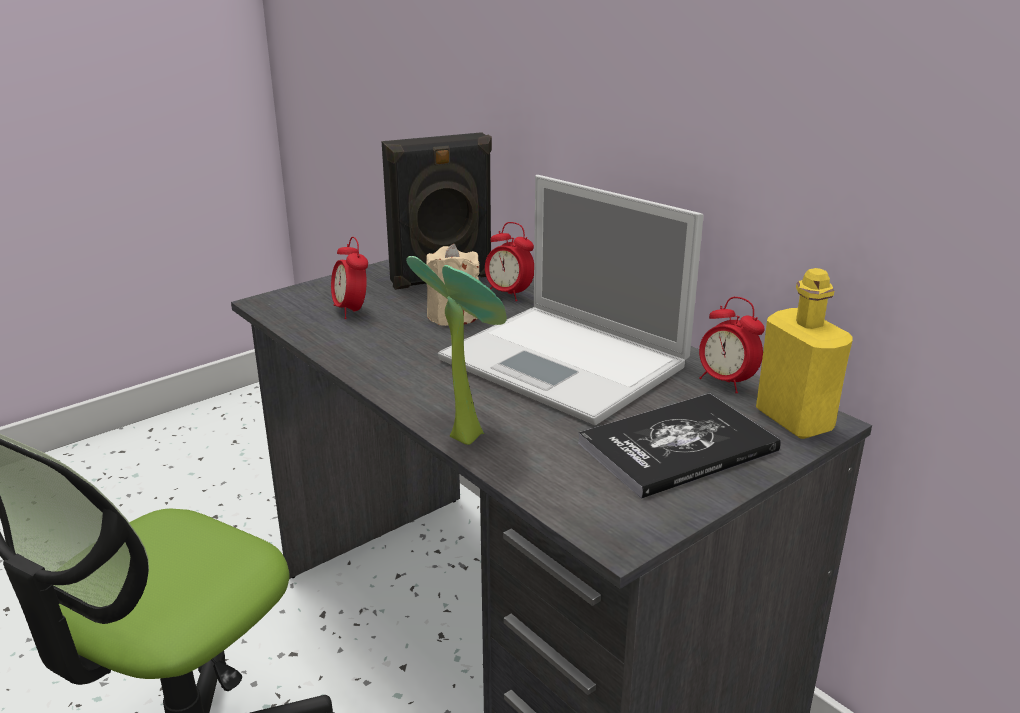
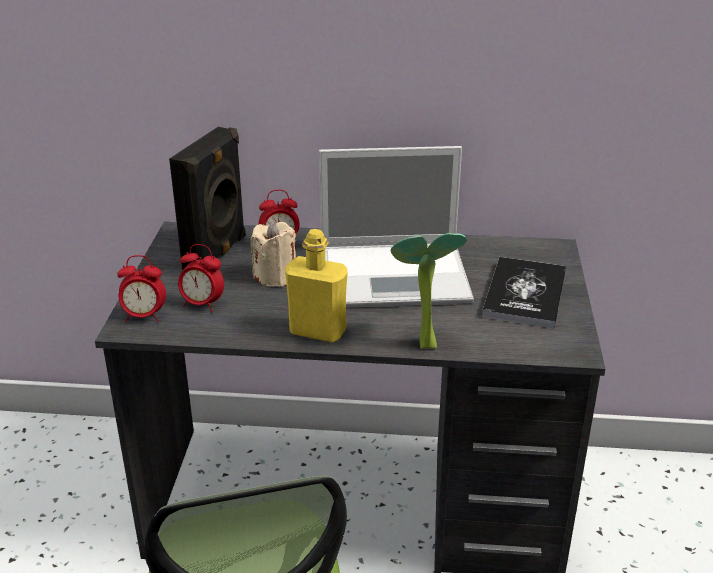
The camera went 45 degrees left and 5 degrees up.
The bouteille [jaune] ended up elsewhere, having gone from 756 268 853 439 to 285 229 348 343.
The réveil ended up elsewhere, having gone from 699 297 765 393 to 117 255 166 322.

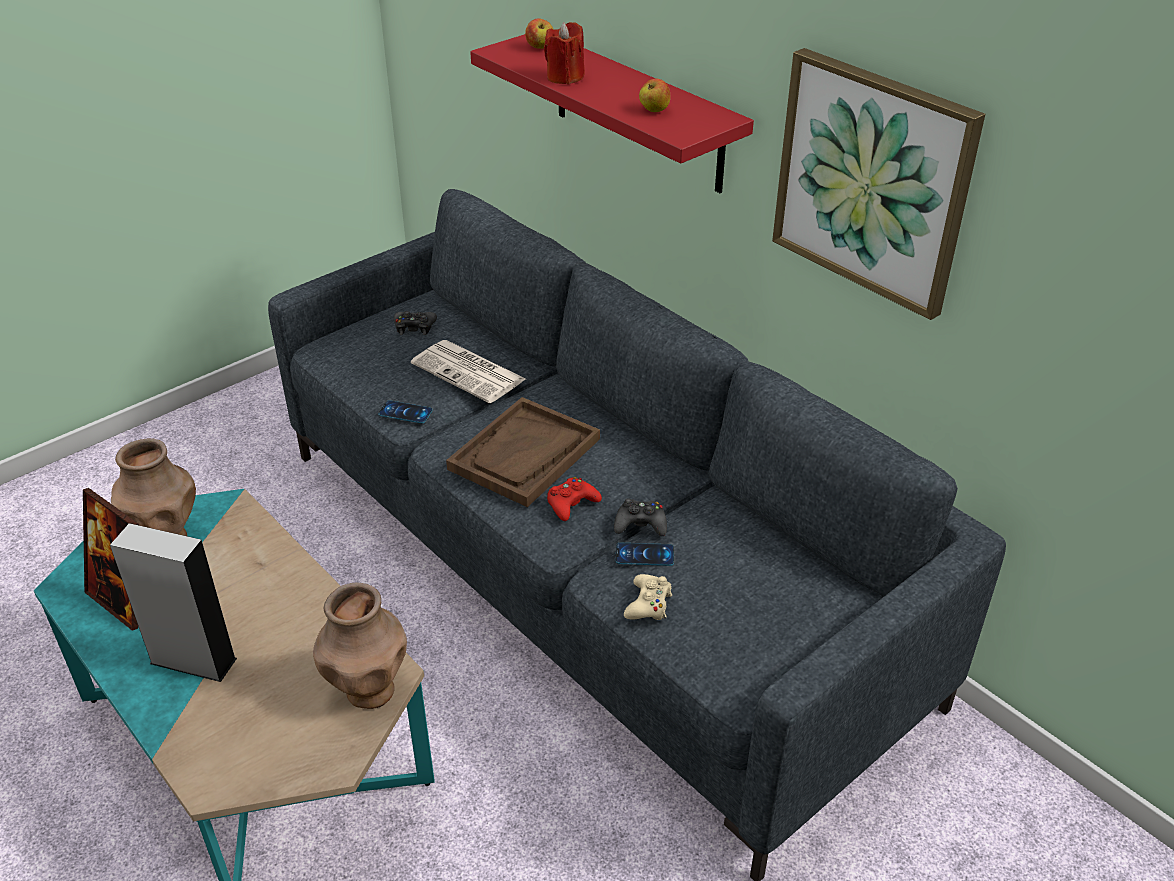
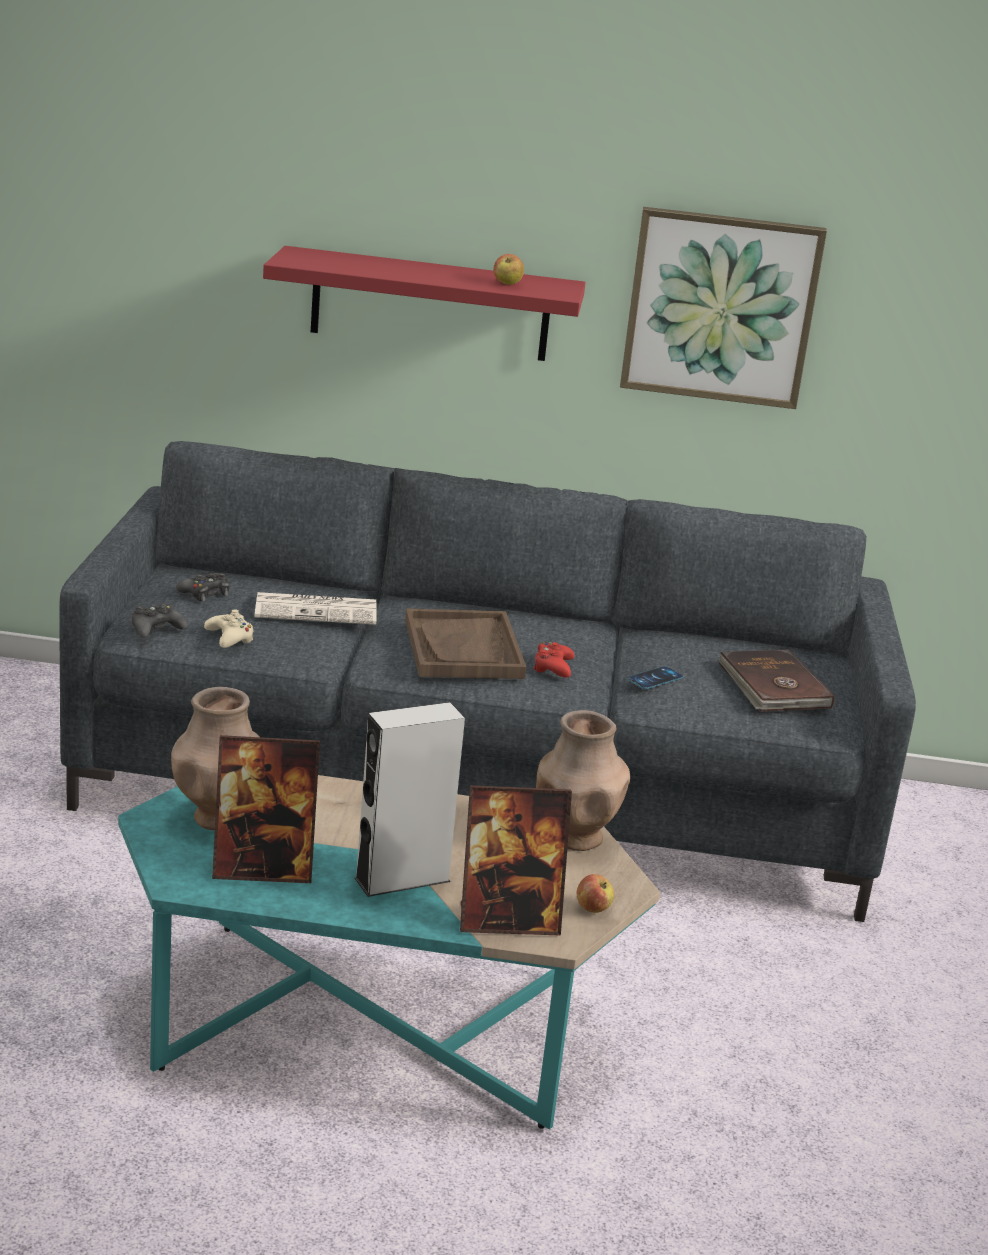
The camera went 45 degrees left and 15 degrees down.
The pomme ended up elsewhere, having gone from 525 18 554 49 to 577 874 614 913.
The second view lost the bougie [rouge] at 544 22 585 85.
The second view lost the téléphone at 378 400 432 423.
The manette [noir] ended up elsewhere, having gone from 614 498 667 536 to 132 604 188 638.
The manette [beige] ended up elsewhere, having gone from 624 574 672 620 to 204 609 254 648.
The second view gained the livre [marron] at 718 649 834 711.
The second view gained the cadre photo at 460 785 572 936.

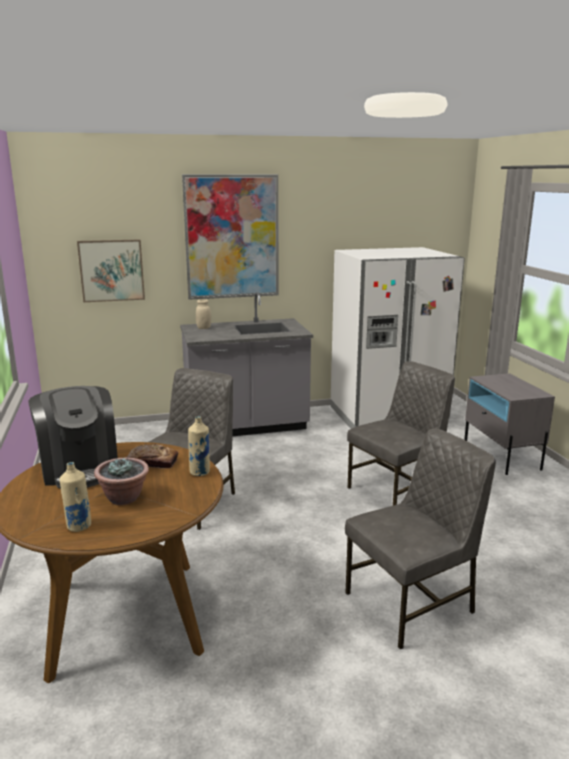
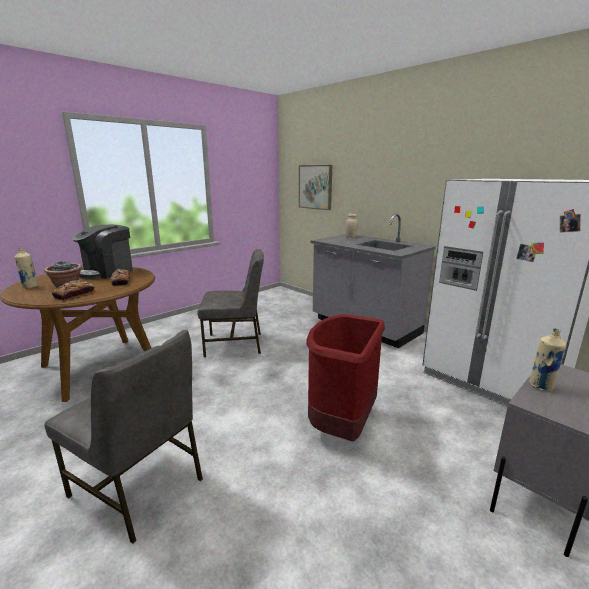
The camera went 60 degrees right and 0 degrees up.
The second view lost the tableau at 182 174 279 300.
Where the chaise [gris] stood at 347 361 455 506, the poubelle [rouge] came to stand at 306 314 385 442.
The bouteille [beige] ended up elsewhere, having gone from 188 416 210 476 to 529 328 566 391.
The second view gained the pain at 52 280 94 300.

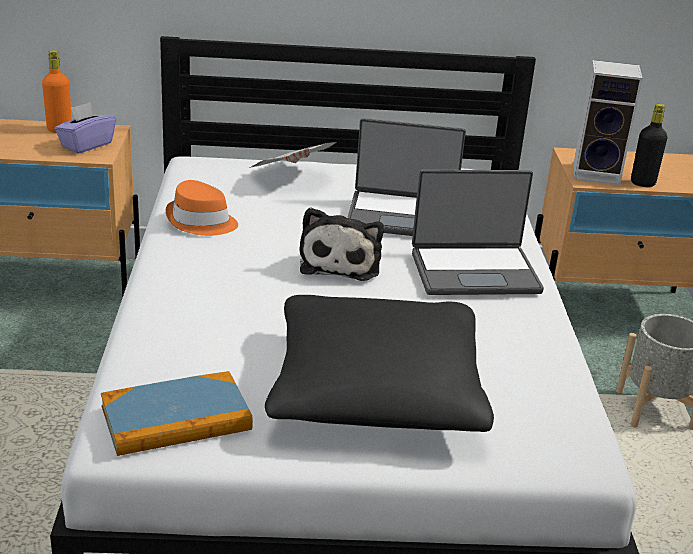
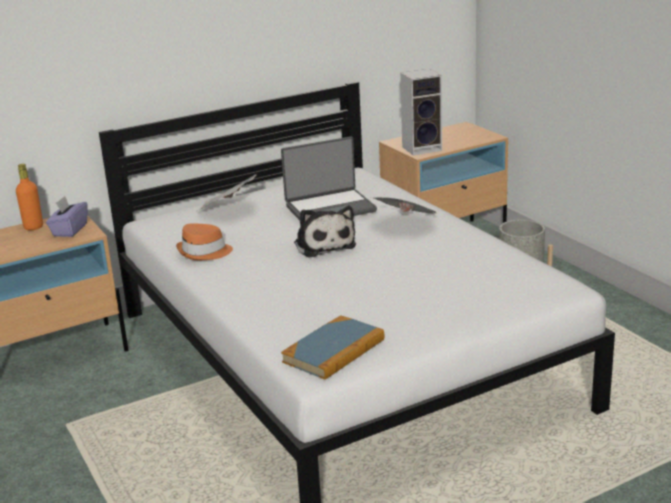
The camera went 25 degrees left and 5 degrees down.
The second view lost the bouteille [noir] at 631 104 667 187.
Where the ordinateur portable stood at 412 169 544 295, the journal came to stand at 374 197 437 214.
The second view lost the coussin [noir] at 265 295 494 432.

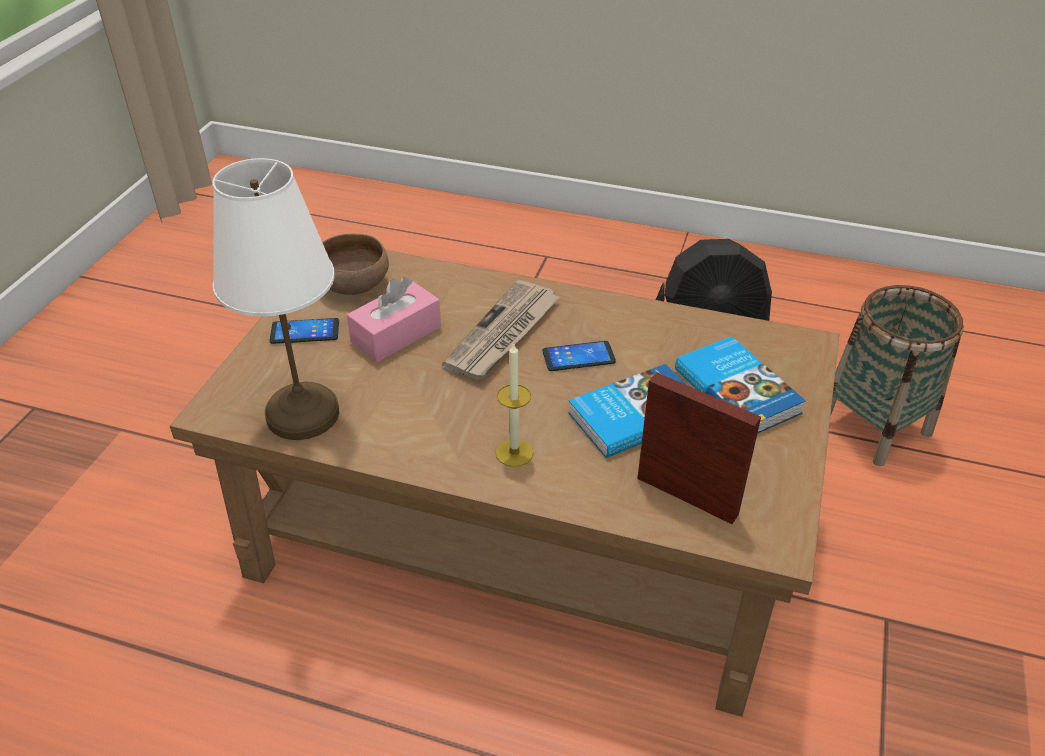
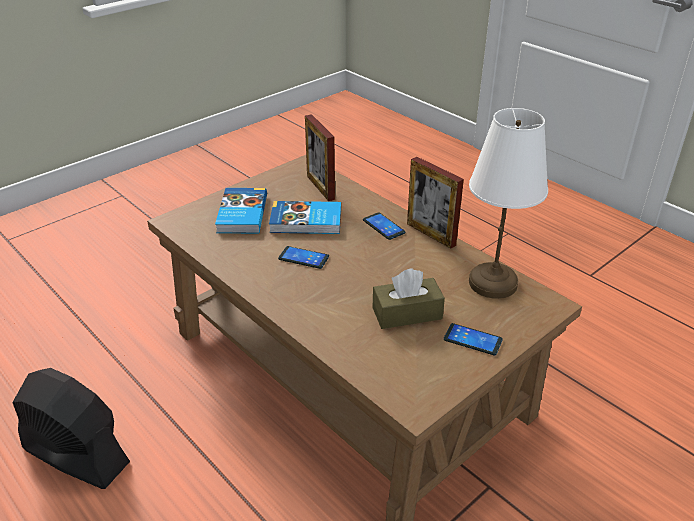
The camera went 150 degrees left and 5 degrees down.
The second view lost the bol [marron] at 322 234 389 295.
What was the boîte à mouchoirs [rose] at 347 277 441 362 turned into the boîte à mouchoirs [marron] at 373 268 445 329.
The second view lost the journal at 442 280 560 380.
The second view lost the panier at 831 285 964 466.
Where the bougie stood at 495 342 534 467, the téléphone came to stand at 363 212 406 240.
The second view gained the cadre photo at 407 157 464 249.

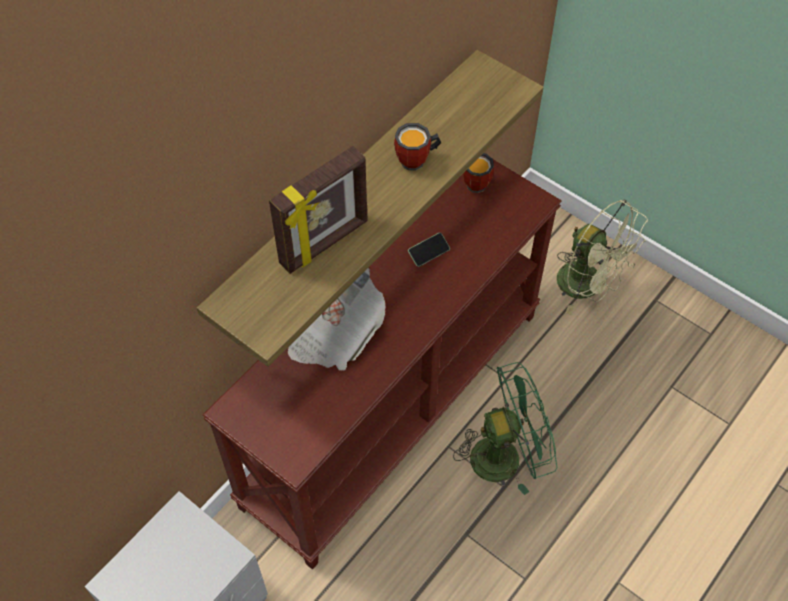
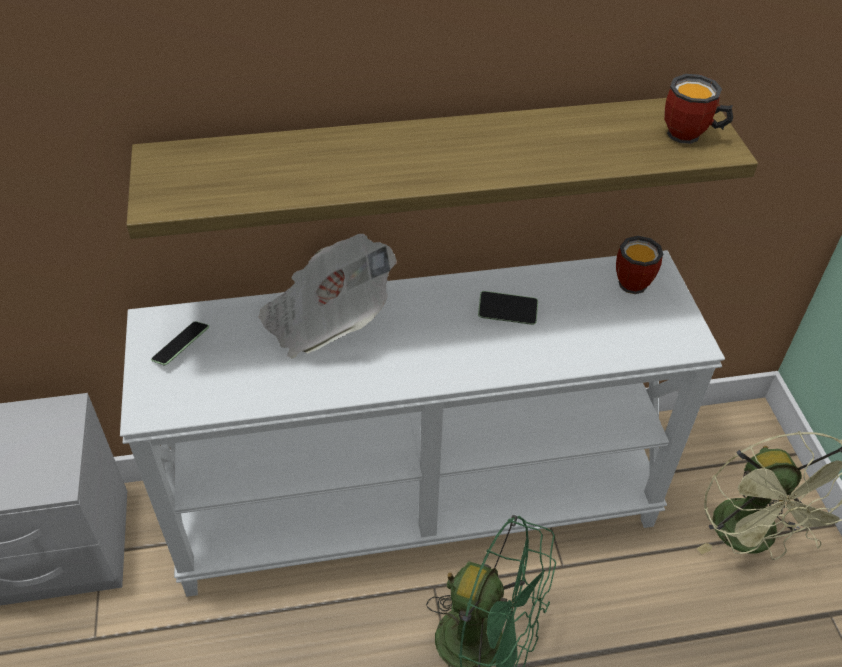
The camera went 40 degrees right and 10 degrees down.
The mug ended up elsewhere, having gone from 394 123 441 171 to 664 74 733 144.
The second view lost the cadre photo at 269 146 368 274.
What was the table console [marron] at 203 160 562 570 turned into the table console [blanc] at 120 250 725 597.
The second view gained the téléphone at 151 321 209 365.

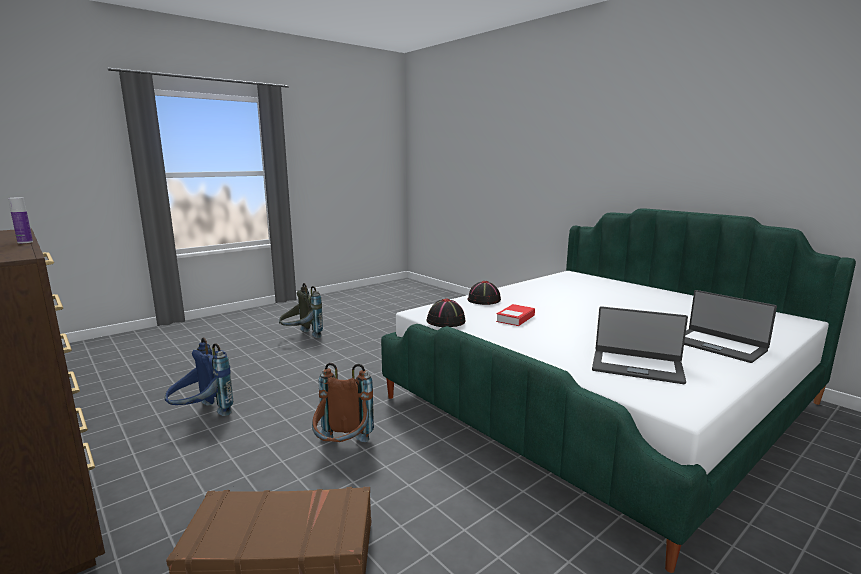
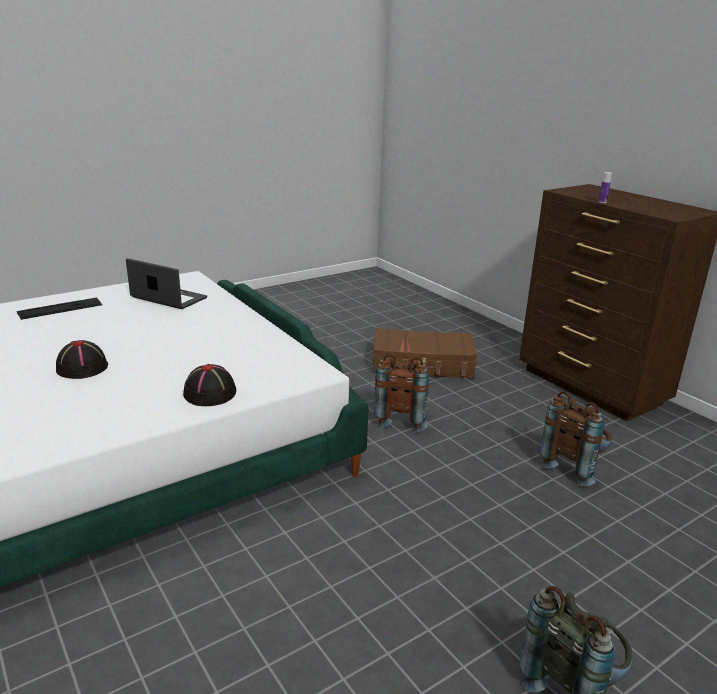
The camera went 175 degrees left and 10 degrees up.
Where the ordinateur portable stood at 684 290 777 363, the clavier came to stand at 17 297 102 320.
The chapeau [noir] ended up elsewhere, having gone from 426 299 466 327 to 56 340 108 379.
The second view lost the livre at 496 304 535 326.
What was the sac à dos [bleu] at 164 338 233 416 turned into the sac à dos [marron] at 540 391 612 486.

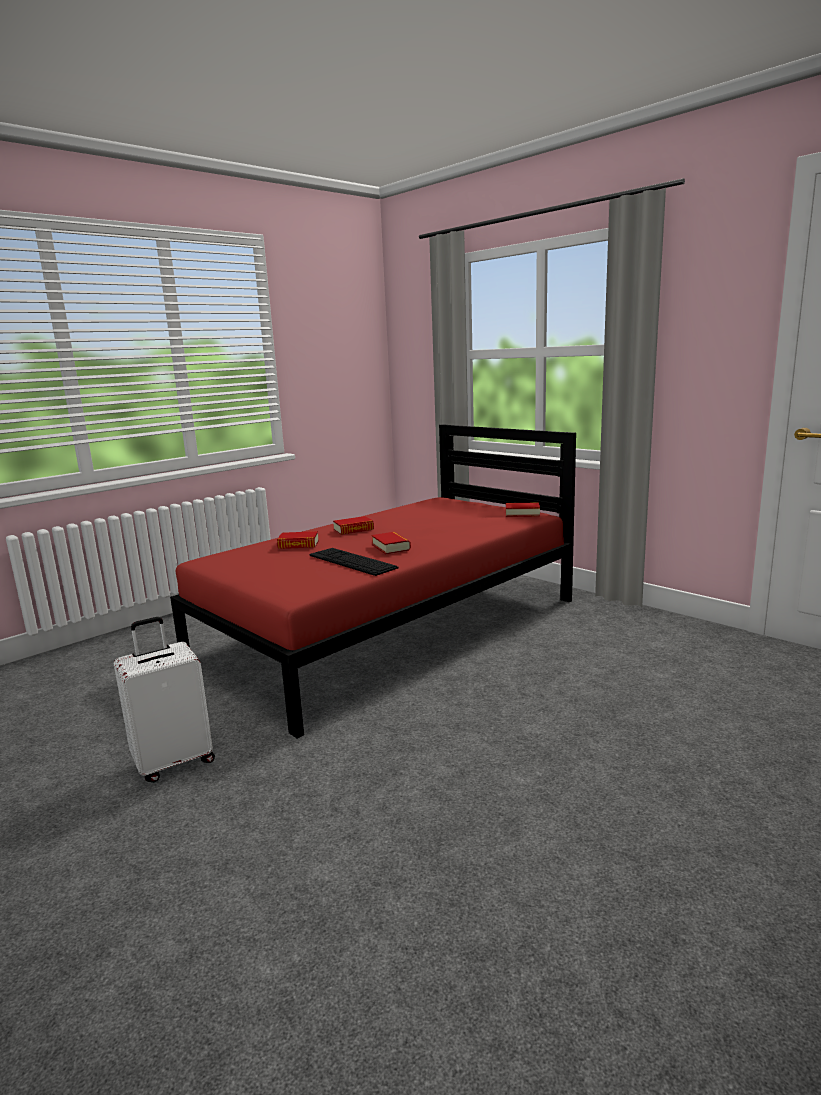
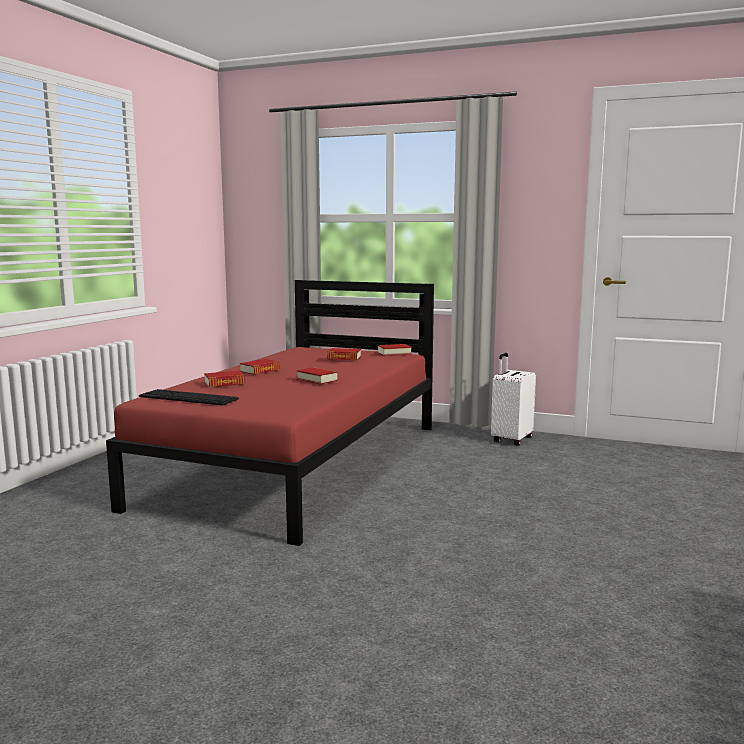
The camera went 25 degrees left and 5 degrees down.
The clavier ended up elsewhere, having gone from 310 548 399 576 to 139 389 239 406.
The valise [blanc] ended up elsewhere, having gone from 114 617 215 782 to 491 353 536 446.
The second view gained the livre at 327 348 361 360.

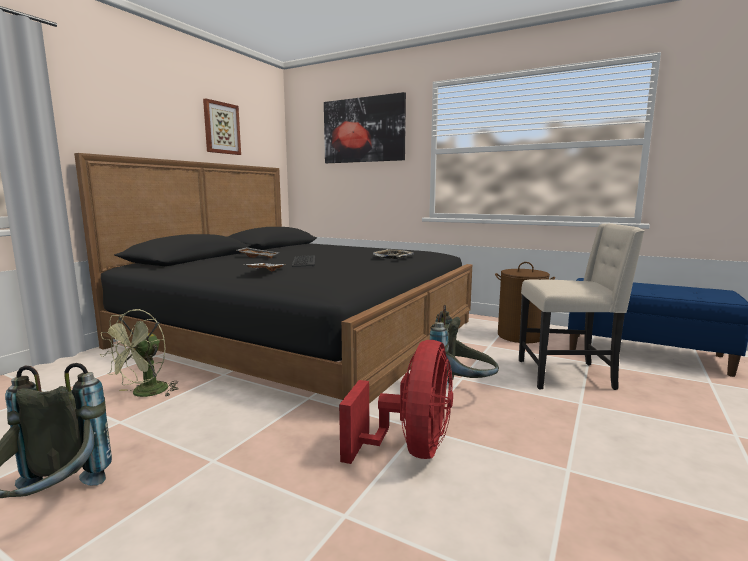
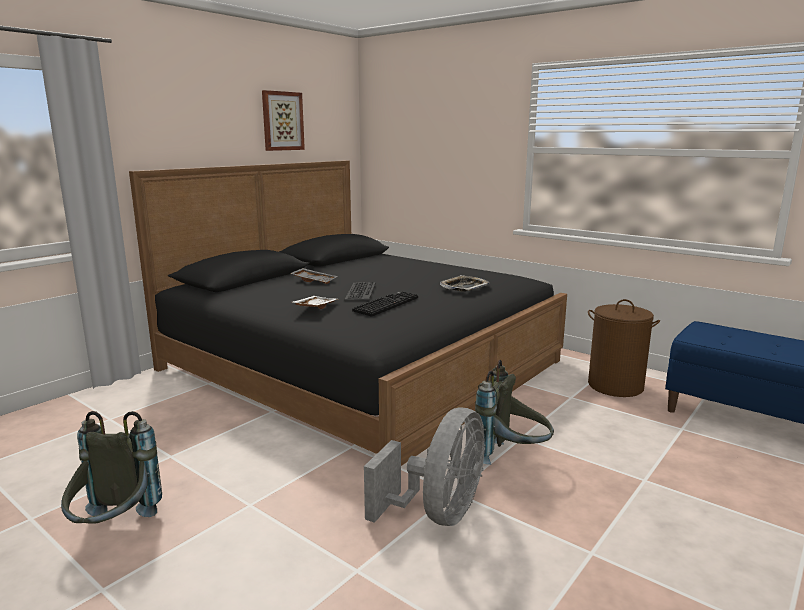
The camera went 10 degrees right and 5 degrees up.
The second view lost the tableau at 324 92 406 163.
The second view lost the chaise [beige] at 519 223 645 390.
The second view lost the ventilateur [vert] at 99 309 178 397.
What was the ventilateur [rouge] at 339 340 453 464 turned into the ventilateur [gris] at 364 407 485 526.
The second view gained the clavier at 352 291 418 317.

